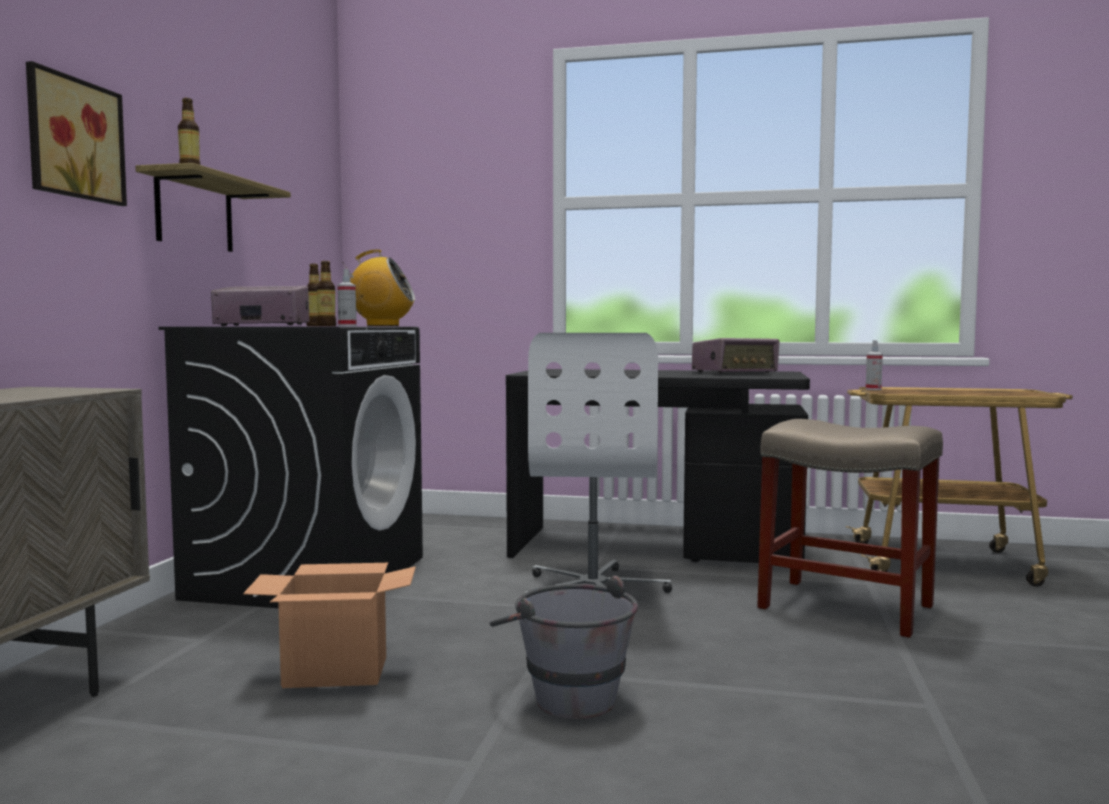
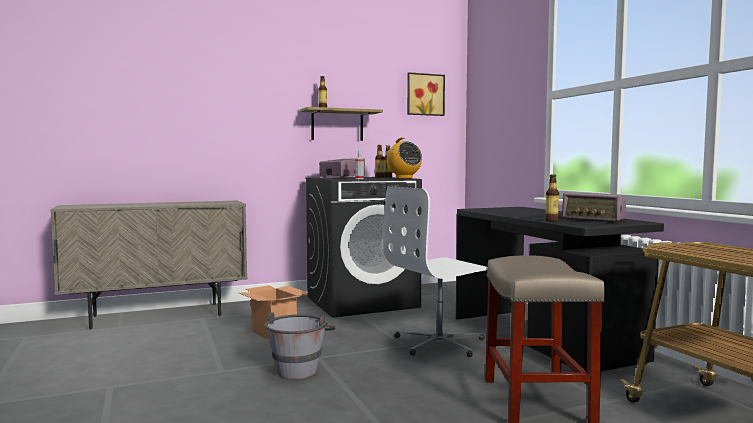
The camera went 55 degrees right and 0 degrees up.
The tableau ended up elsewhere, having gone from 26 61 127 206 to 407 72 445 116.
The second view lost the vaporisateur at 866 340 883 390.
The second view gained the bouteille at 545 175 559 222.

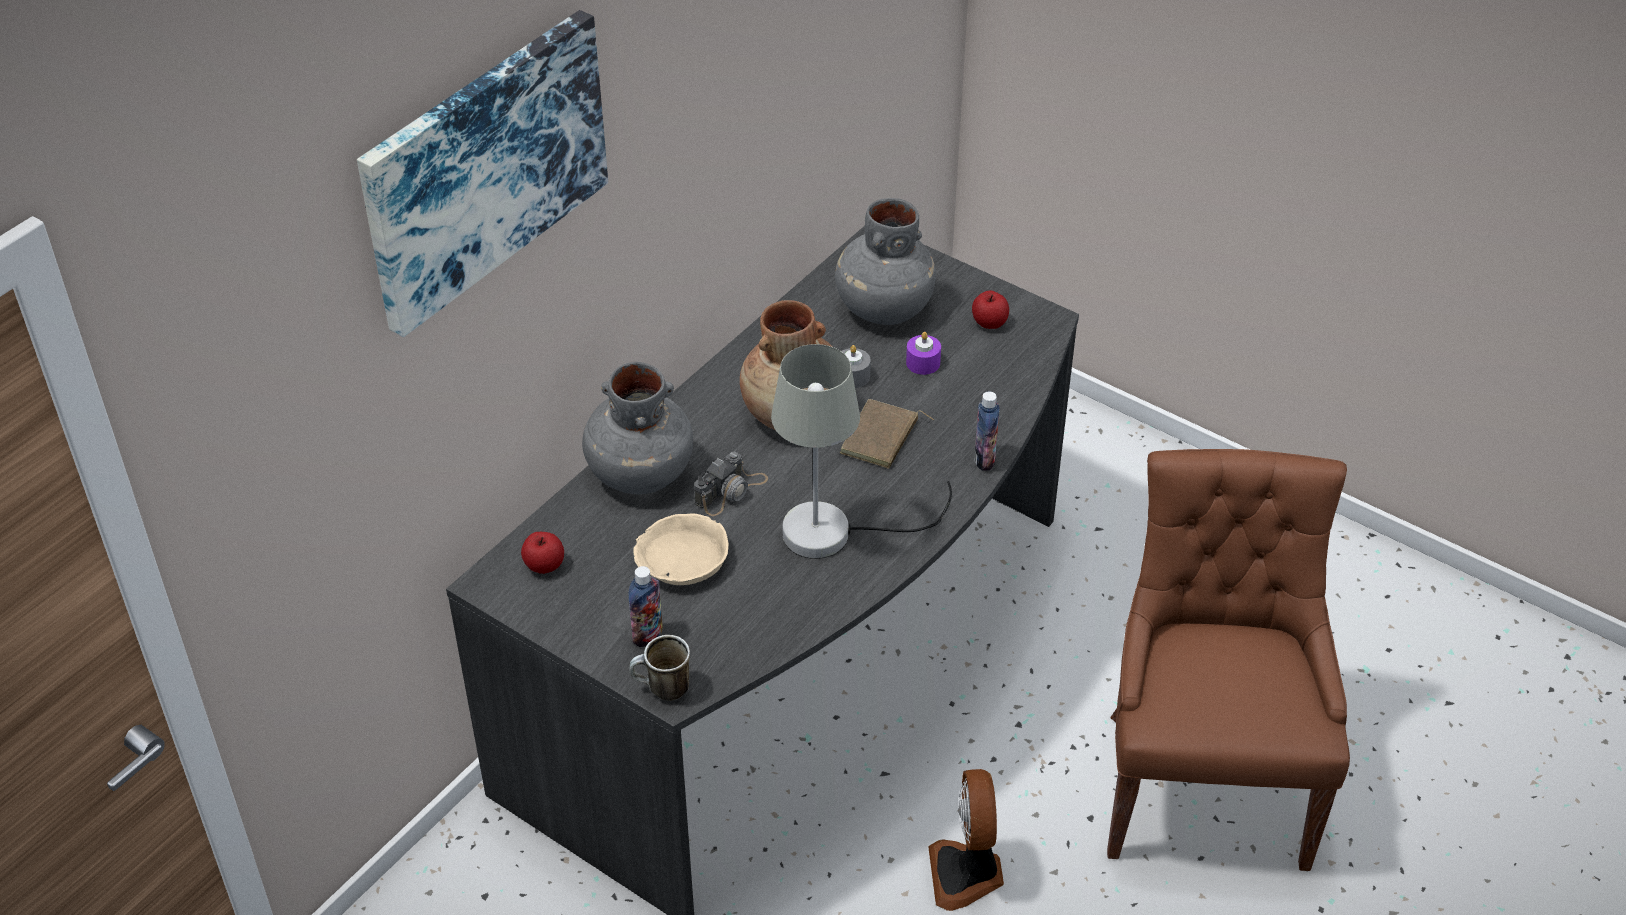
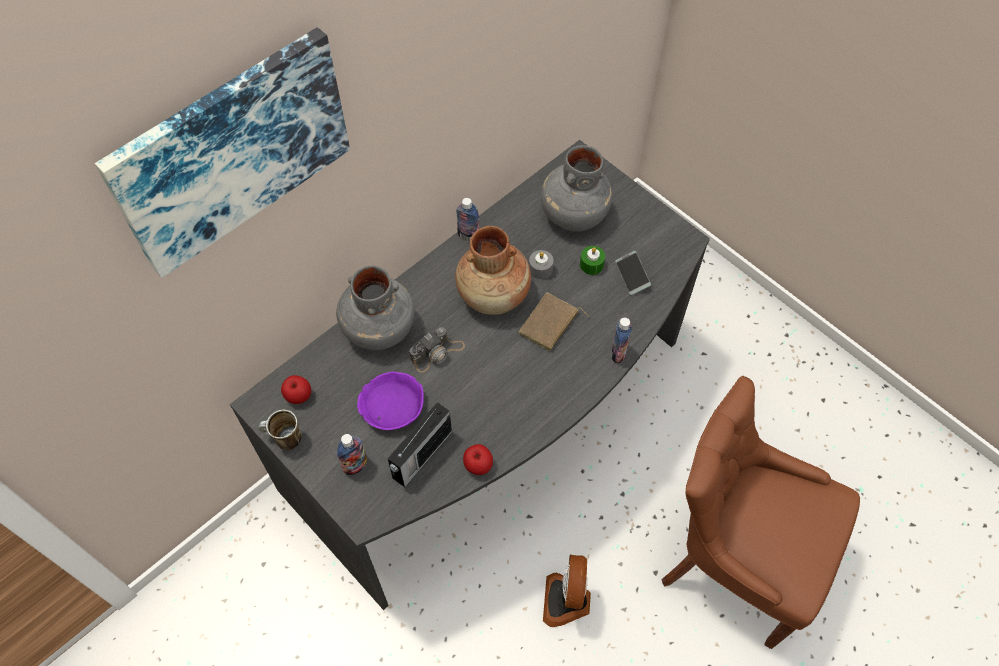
The camera went 10 degrees right and 15 degrees up.
The pomme ended up elsewhere, having gone from 972 291 1009 329 to 463 444 493 475.
What was the bougie [violet] at 906 332 941 375 turned into the bougie [vert] at 580 246 605 275.
The second view lost the lampe de table [gris] at 771 344 952 559.
The chaise [marron] at 1107 449 1350 871 ended up facing another way, 75 degrees counterclockwise from before.
What was the bol [beige] at 633 513 729 585 turned into the bol [violet] at 357 371 424 430.
The mug ended up elsewhere, having gone from 629 635 690 701 to 259 410 302 450.
The second view gained the bouteille at 456 198 479 243.
The second view gained the téléphone at 615 251 651 295.
The second view gained the radio at 388 402 452 487.

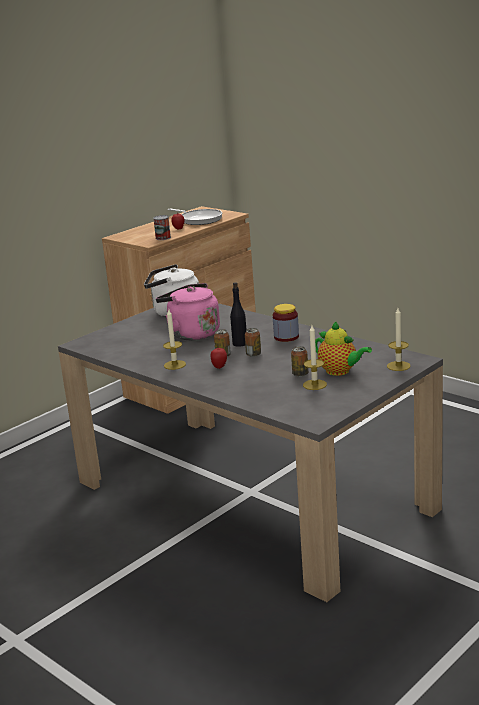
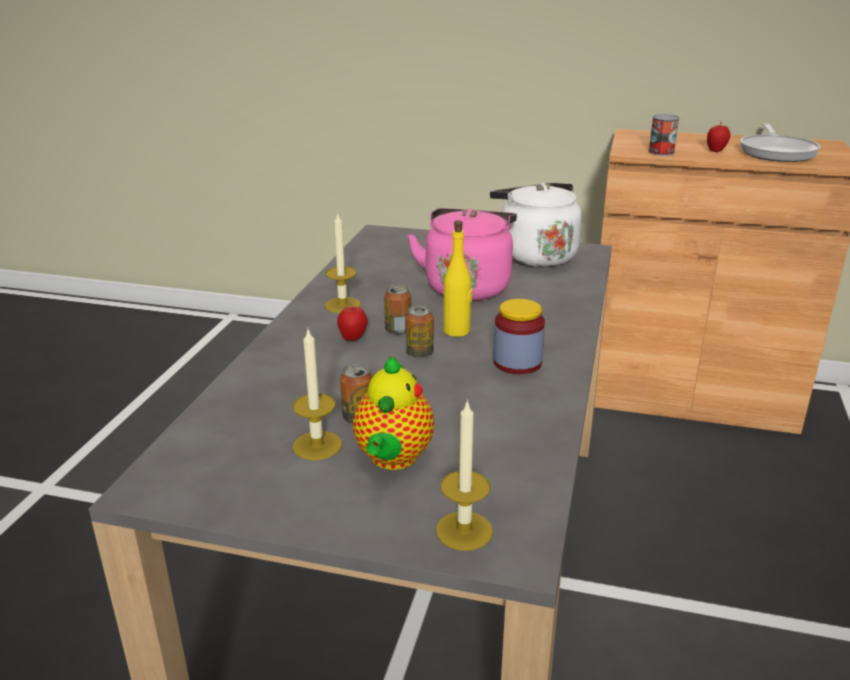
The camera went 60 degrees right and 5 degrees up.
What was the bouteille [noir] at 230 282 247 347 turned into the bouteille [jaune] at 444 220 472 337.

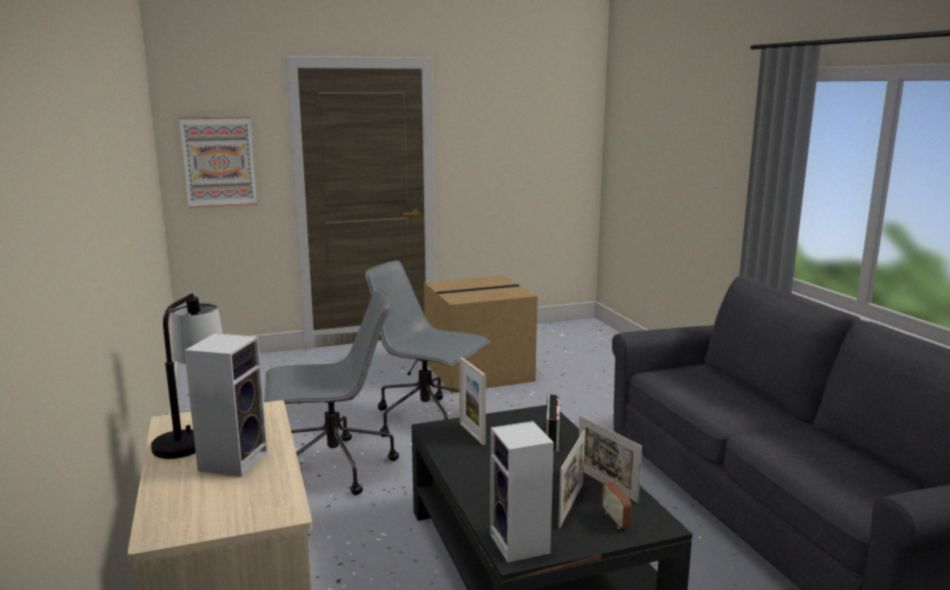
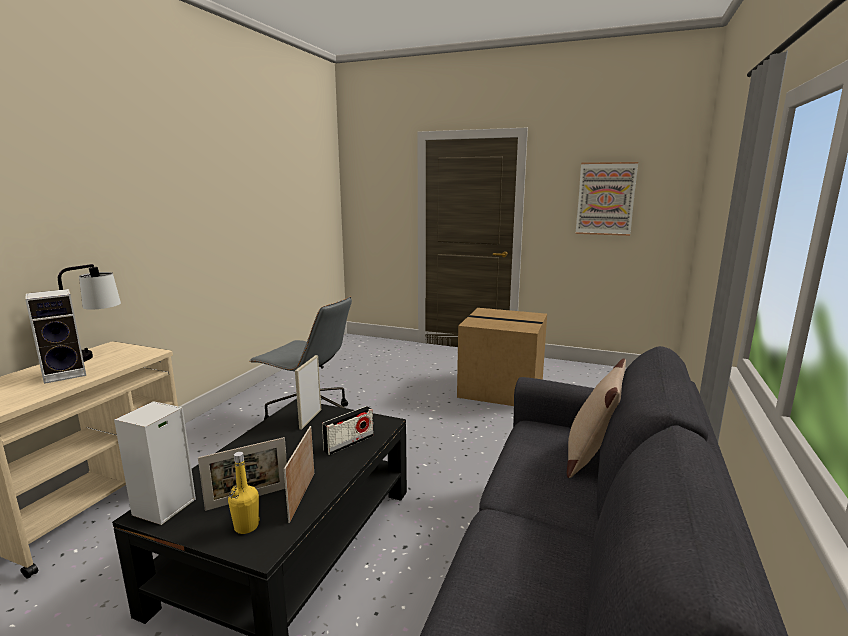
The camera went 40 degrees right and 0 degrees up.
The tableau ended up elsewhere, having gone from 179 116 257 208 to 576 162 638 236.
The second view lost the chaise de bureau [gris] at 365 261 490 437.
Where the radio stood at 601 469 632 529, the bouteille [jaune] came to stand at 228 452 260 534.
The second view gained the coussin [beige] at 567 358 626 478.

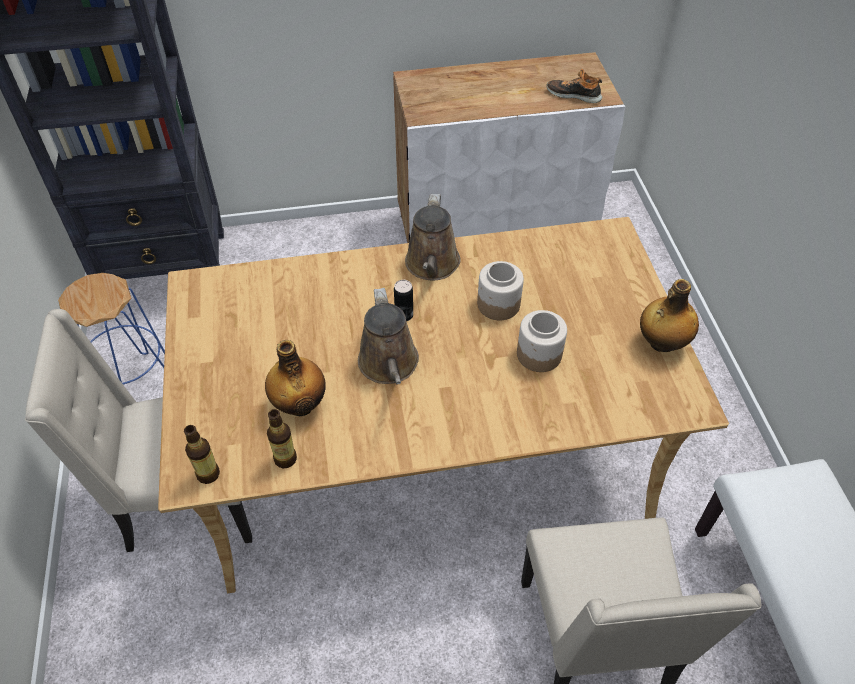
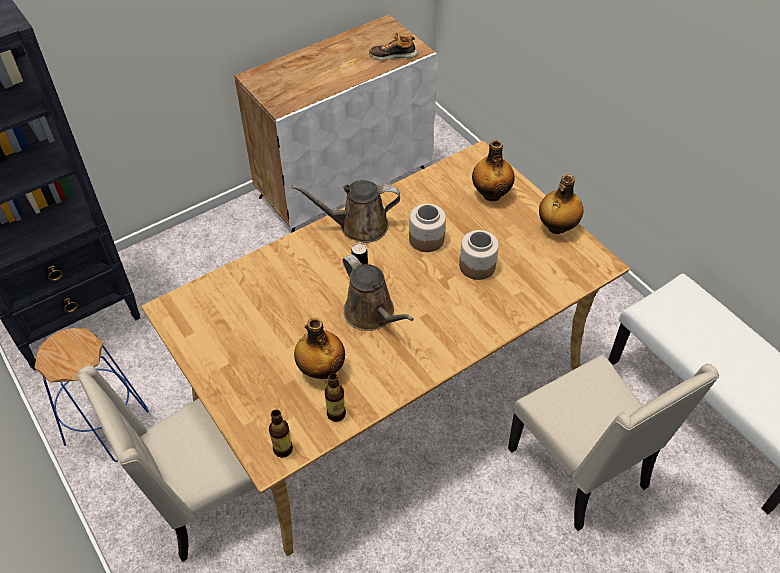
The camera went 25 degrees left and 0 degrees up.
The arrosoir [marron] at 405 194 460 280 ended up facing another way, 105 degrees clockwise from before.
The second view gained the bouteille at 472 140 515 201.

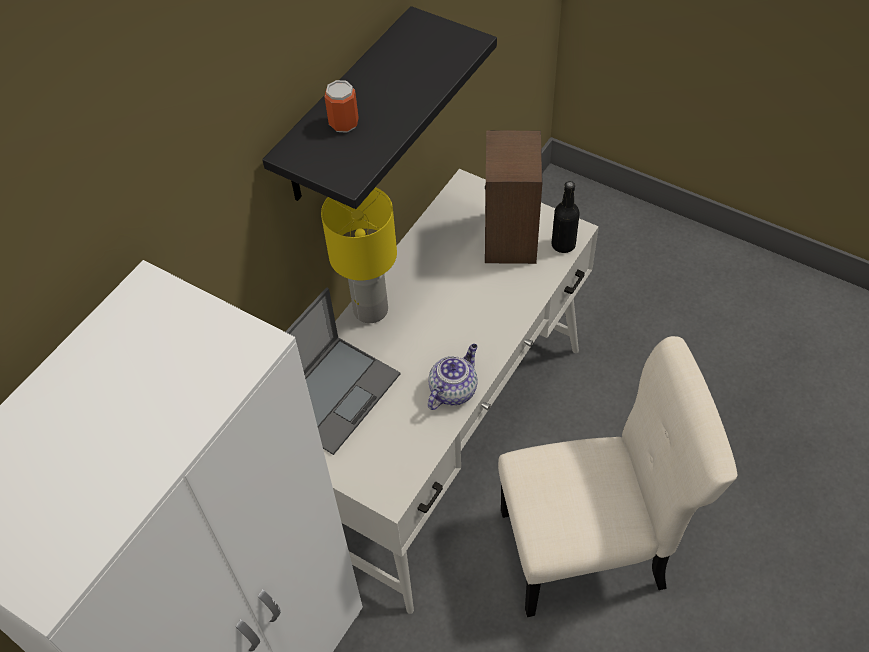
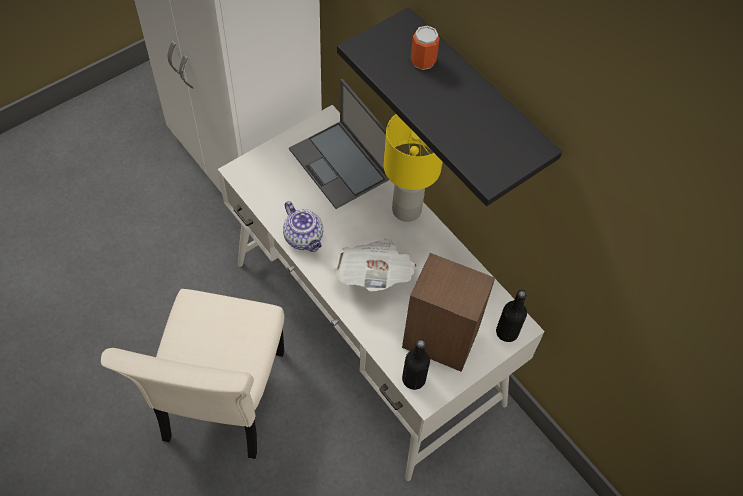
The camera went 105 degrees right and 5 degrees up.
The second view gained the journal at 333 239 417 291.
The second view gained the bouteille [noir] at 496 290 527 342.

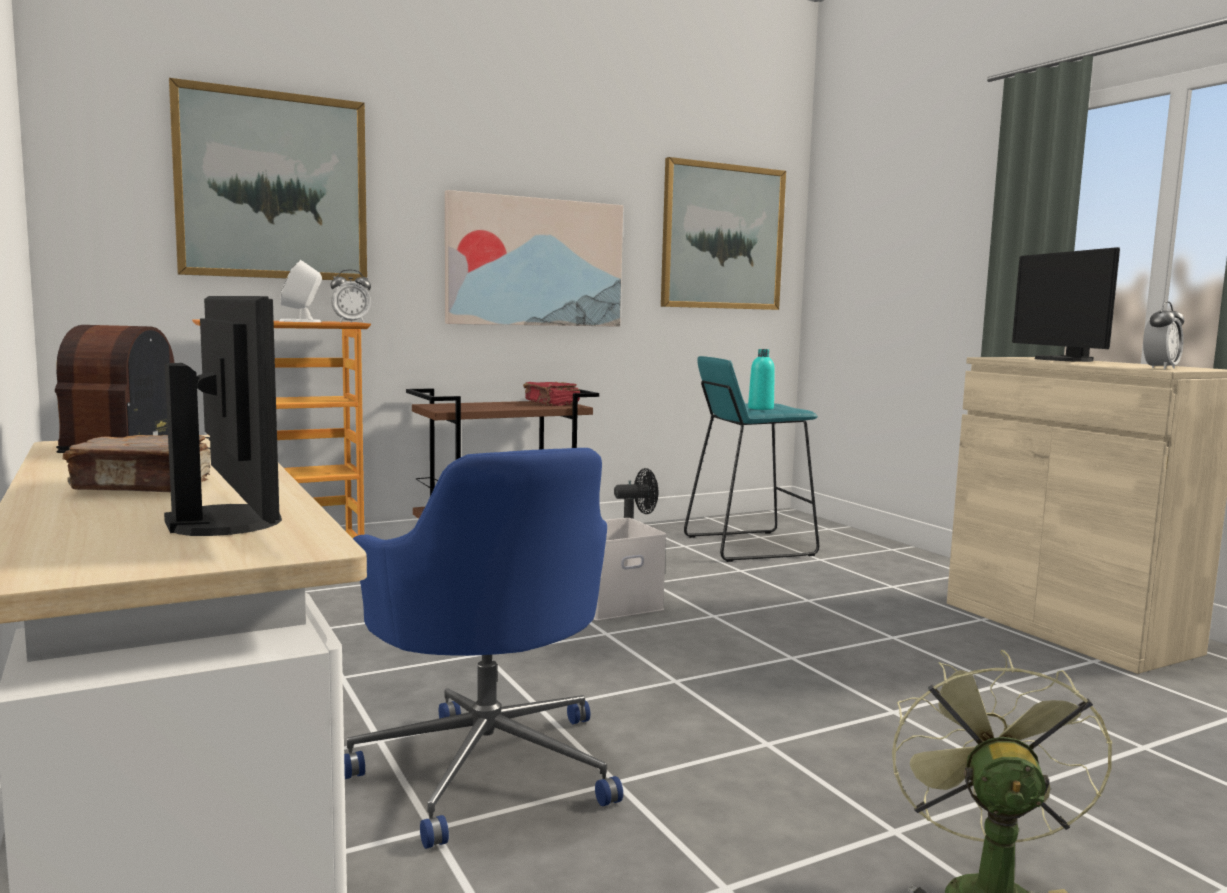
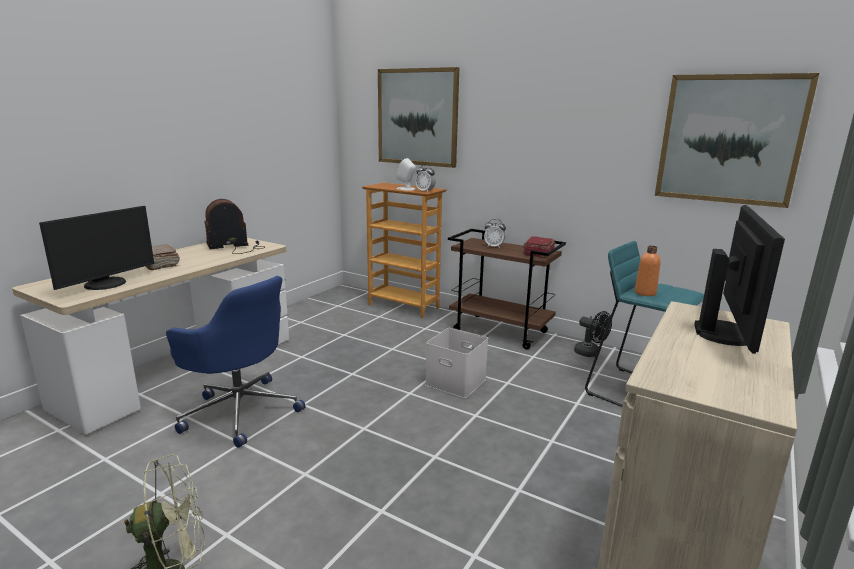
The camera went 60 degrees right and 10 degrees up.
The second view lost the tableau at 445 190 623 327.
The écran d'ordinateur at 1012 247 1120 362 ended up facing another way, 150 degrees clockwise from before.
The réveil ended up elsewhere, having gone from 1143 301 1184 369 to 484 219 506 248.
What was the bouteille [turquoise] at 748 349 775 410 turned into the bouteille [orange] at 635 246 661 296.
The chaise de bureau [bleu] at 344 448 623 849 ended up facing another way, 90 degrees counterclockwise from before.

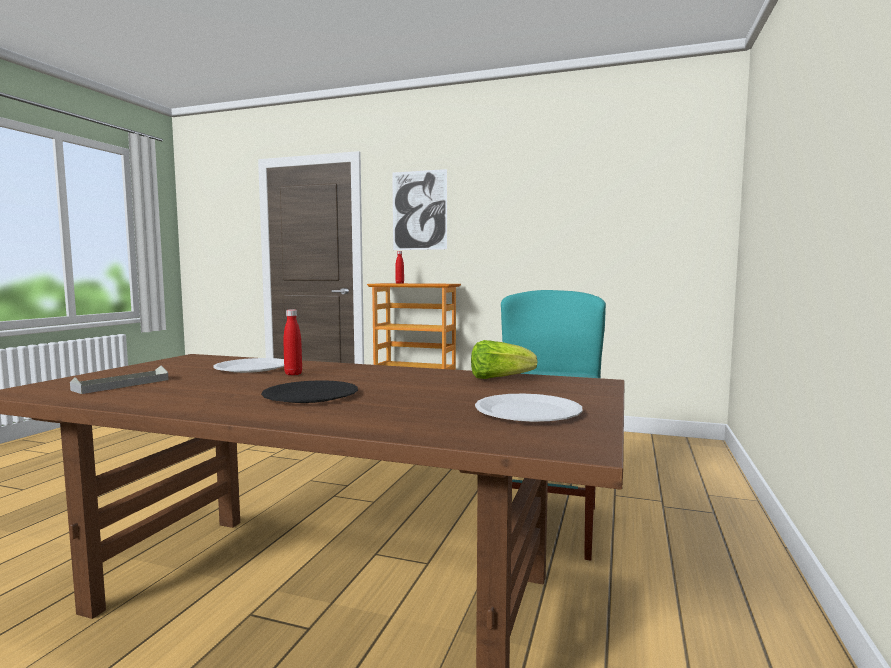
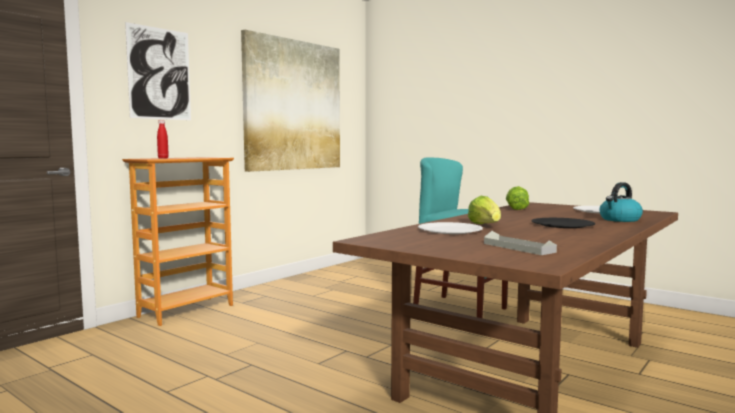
The camera went 70 degrees left and 0 degrees up.
Where the bouteille [rouge] stood at 283 309 302 375, the laitue came to stand at 468 196 501 224.
The second view gained the tableau at 241 30 340 172.
The second view gained the bouilloire at 599 182 643 222.

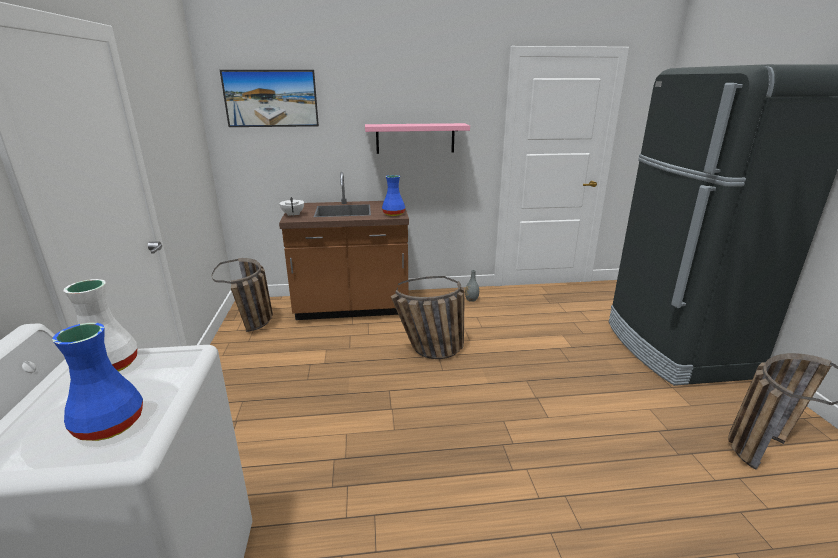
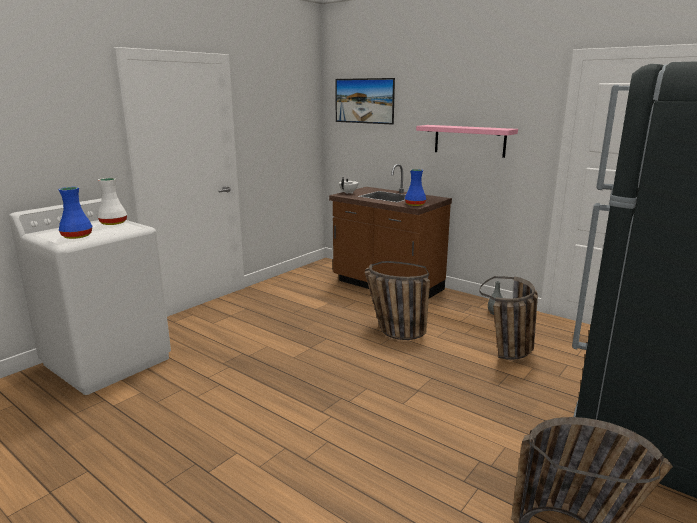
The camera went 45 degrees right and 5 degrees down.
The panier ended up elsewhere, having gone from 212 258 273 332 to 480 276 538 360.

